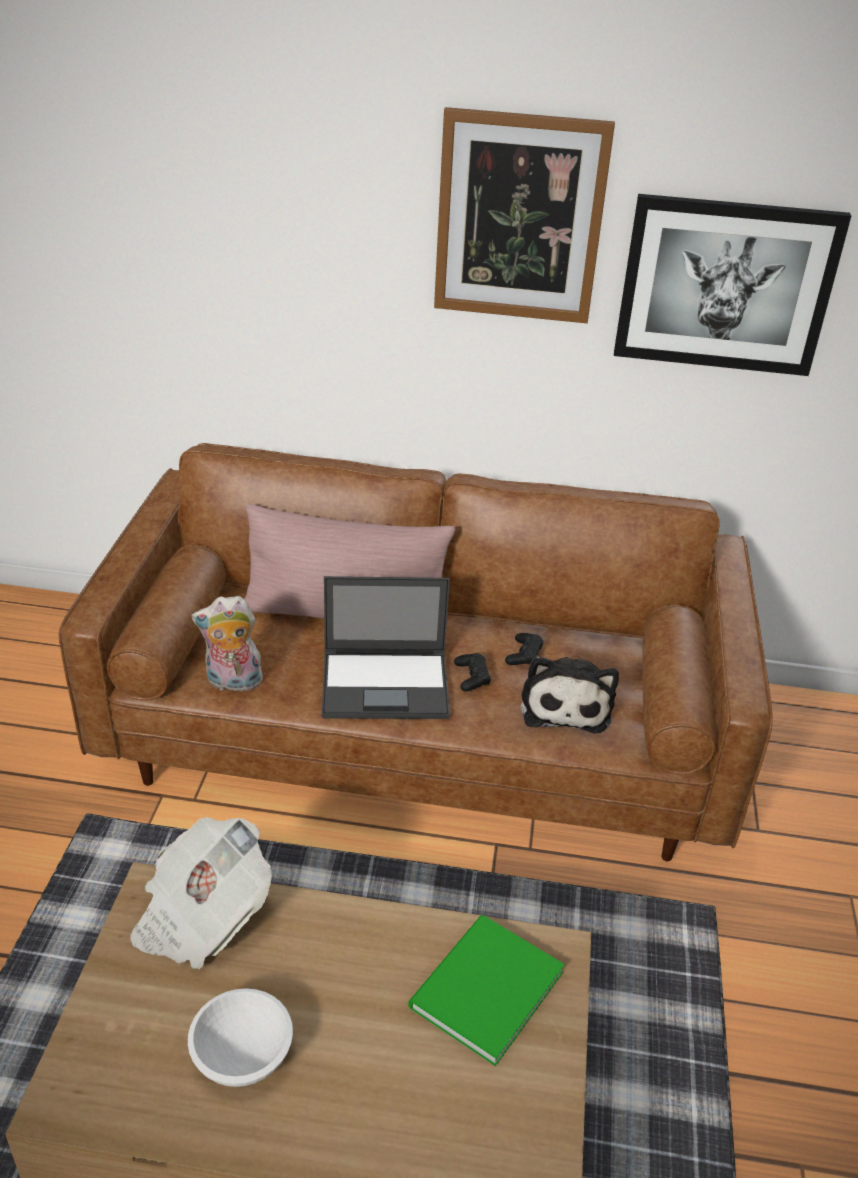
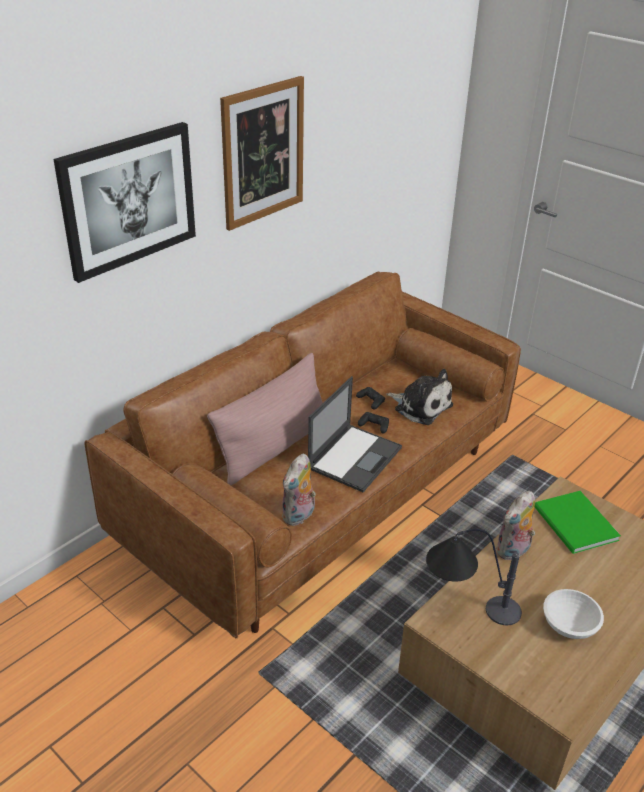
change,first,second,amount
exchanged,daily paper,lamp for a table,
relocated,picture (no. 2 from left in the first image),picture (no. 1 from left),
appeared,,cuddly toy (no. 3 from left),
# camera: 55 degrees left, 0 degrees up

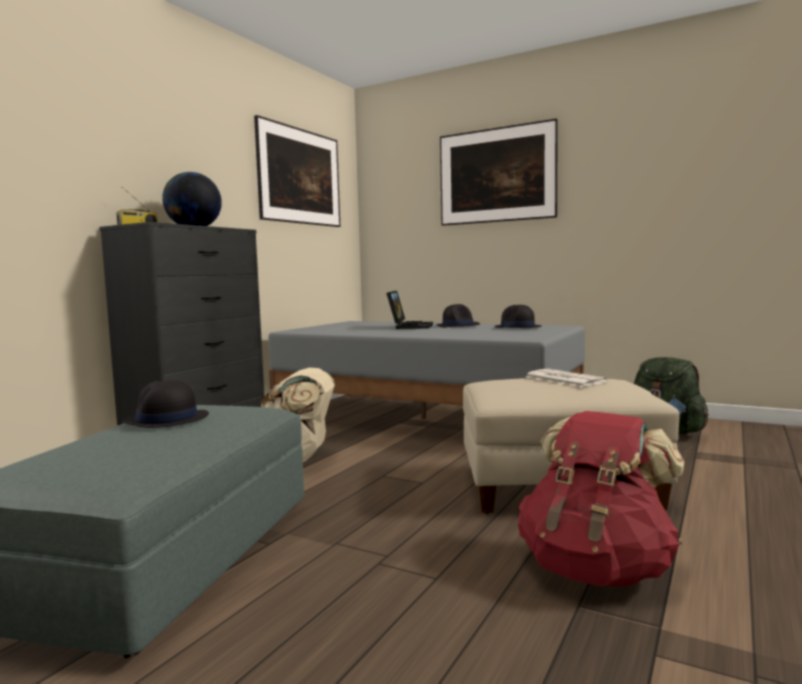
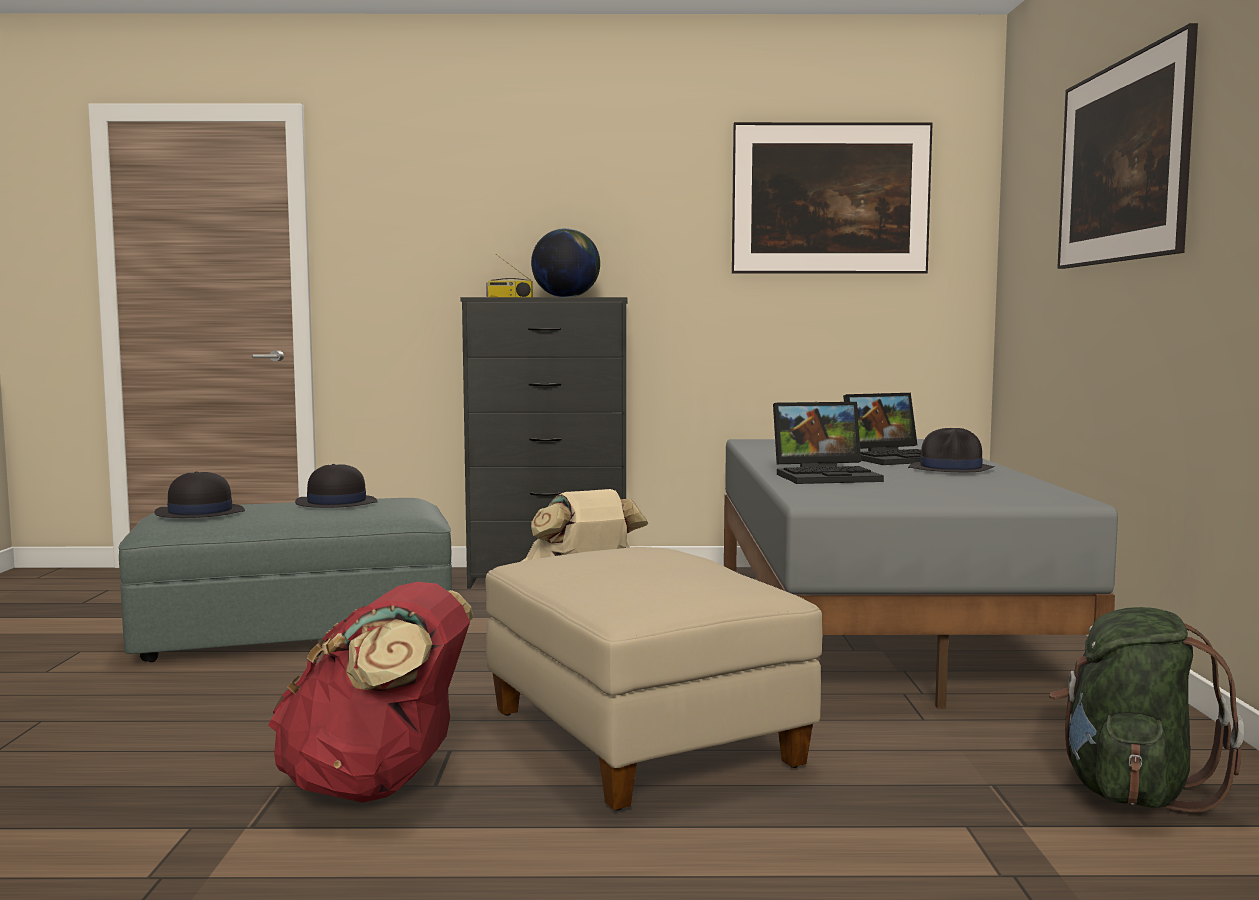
change,first,second,amount
relocated,blackish clothing hat (no. 3 from left in the first image),blackish clothing hat (no. 1 from left),
missing,daily paper,,
appeared,,portable computer (no. 1 from left),
# camera: 60 degrees right, 0 degrees up

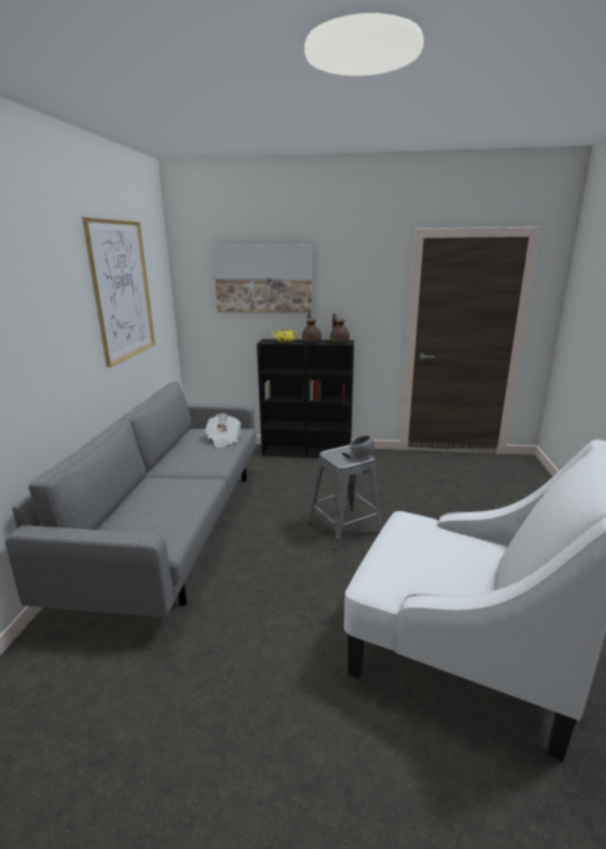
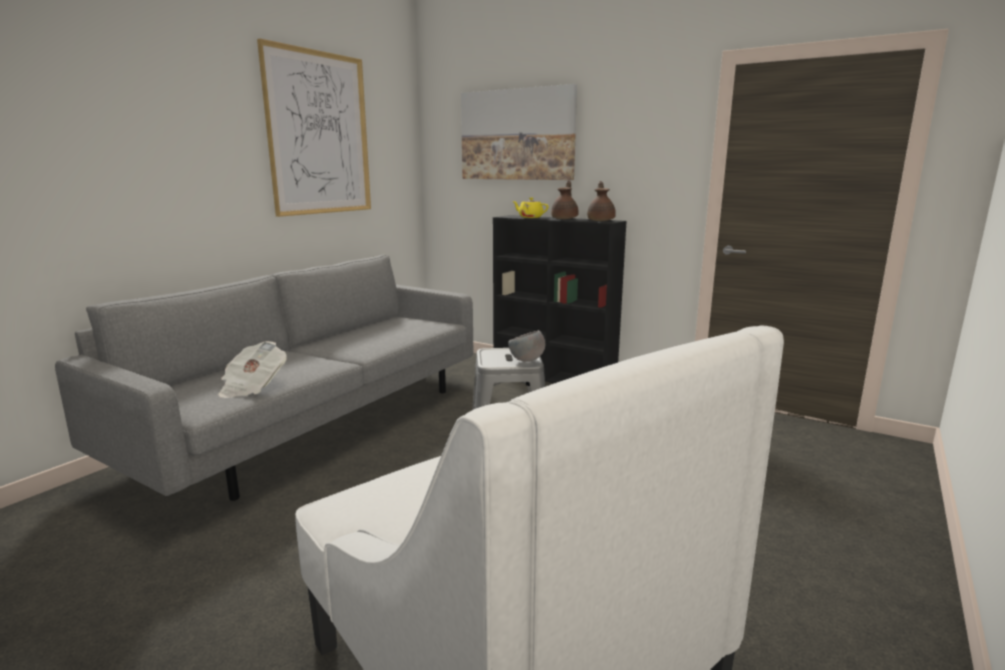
change,first,second,amount
relocated,daily paper,,
# camera: 25 degrees right, 5 degrees down

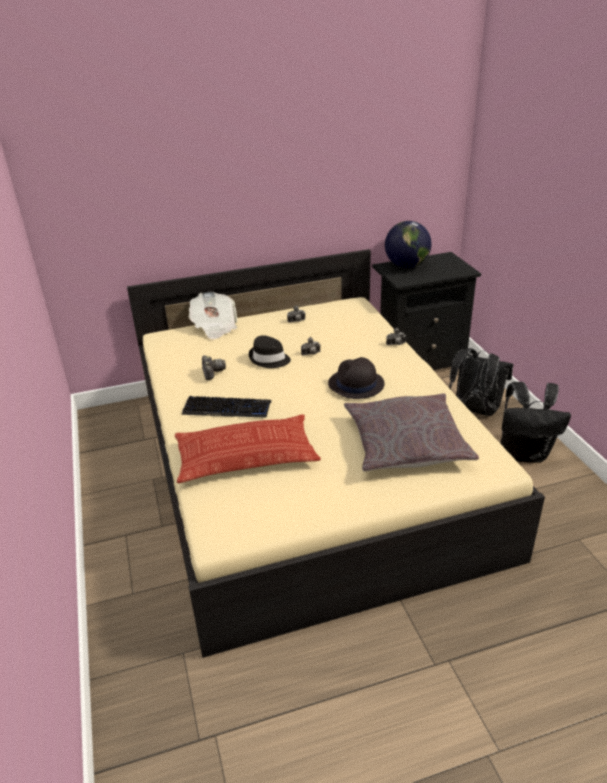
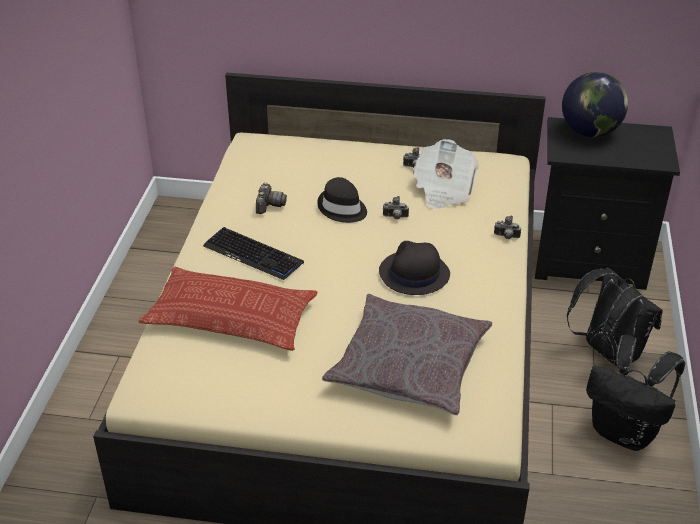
change,first,second,amount
relocated,daily paper,,
# camera: 25 degrees right, 5 degrees up

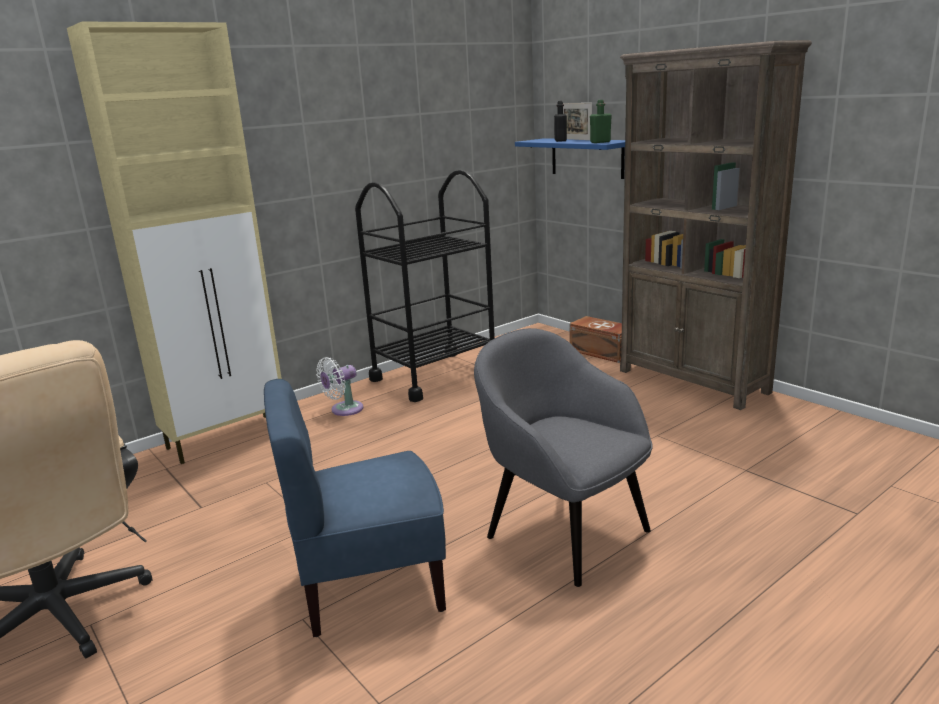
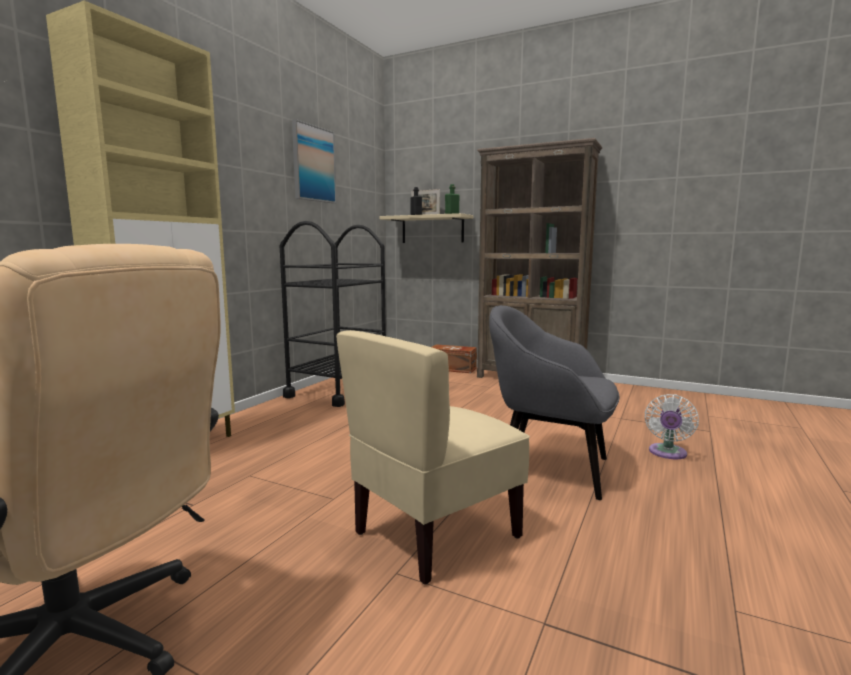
change,first,second,amount
colour,bluish plain chair,beige plain chair,
relocated,white-coloured electric fan,,
colour,bluish wall shelf,beige wall shelf,
appeared,,picture,
# camera: 25 degrees left, 10 degrees down

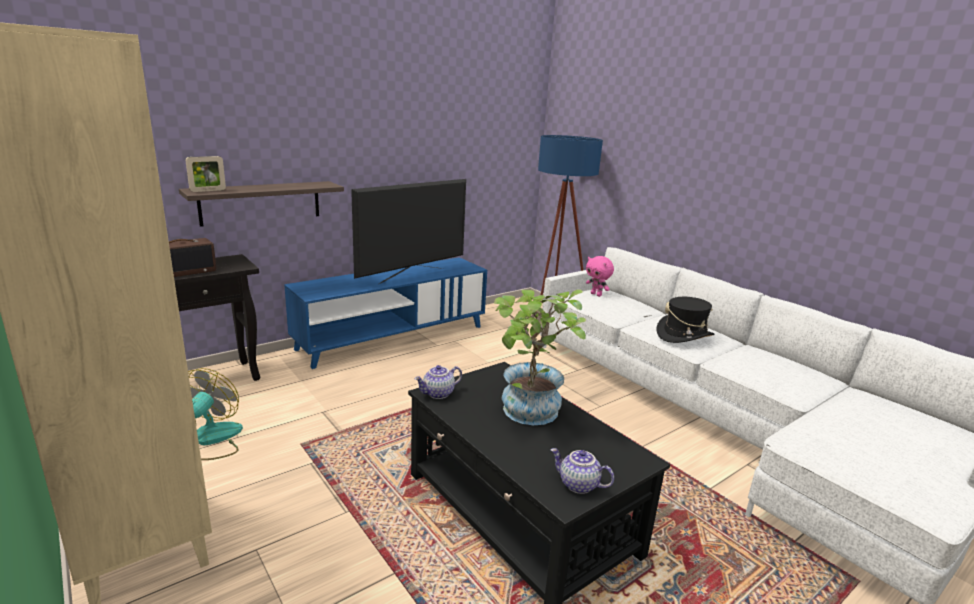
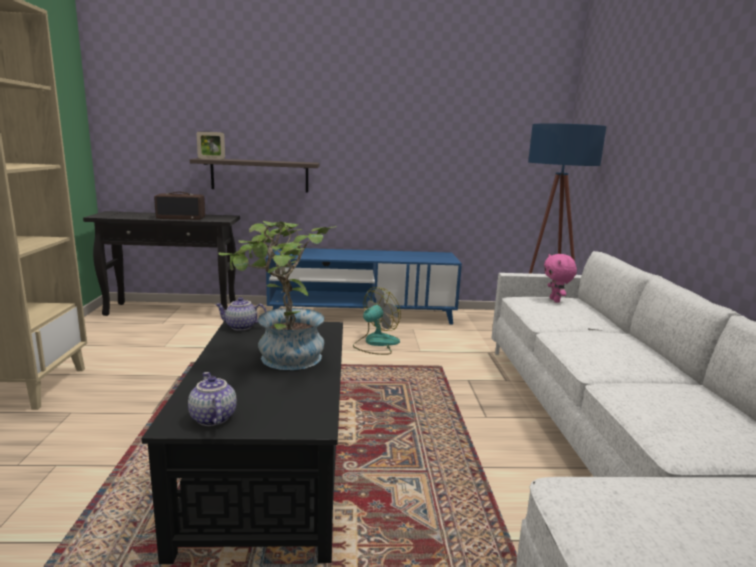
change,first,second,amount
relocated,electric fan,,
missing,TV,,
missing,blackish clothing hat,,
# camera: 35 degrees right, 5 degrees down

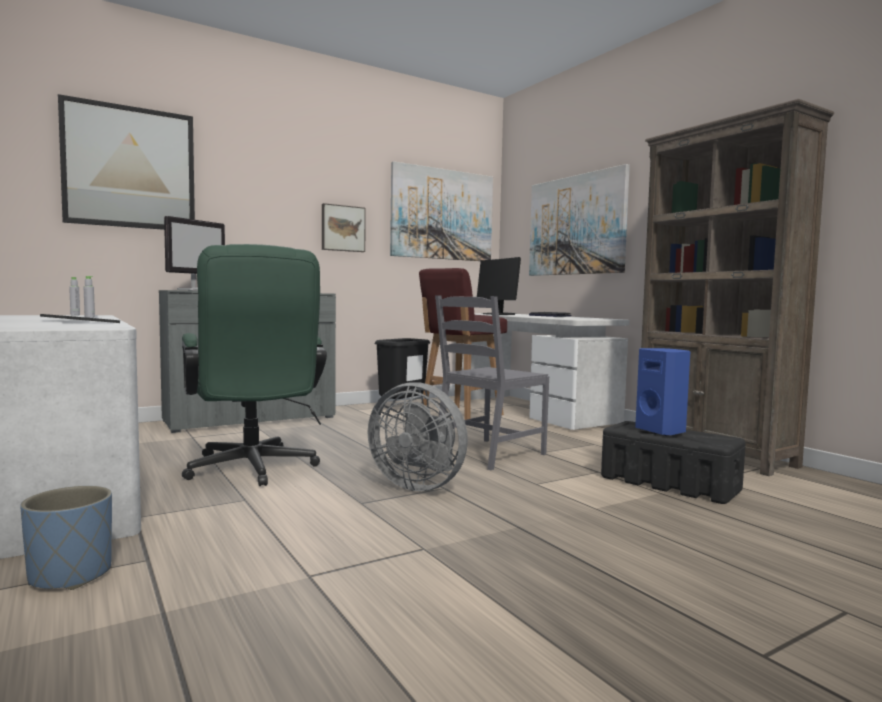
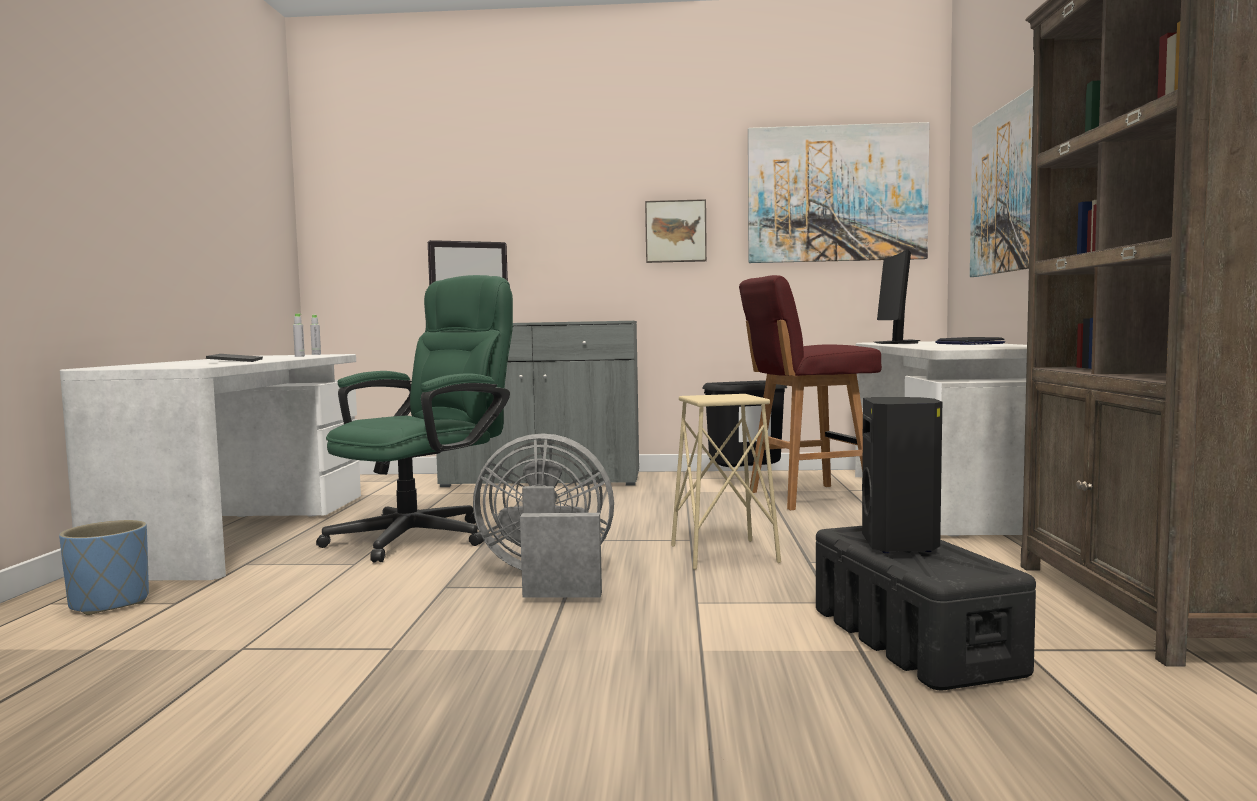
change,first,second,amount
missing,picture (no. 1 from left),,
spun,greenish computer chair,,150 degrees counterclockwise
spun,greyish electric fan,,120 degrees clockwise
exchanged,greyish plain chair,beige stool,
colour,bluish loudspeaker,blackish loudspeaker,
# camera: 35 degrees right, 0 degrees up

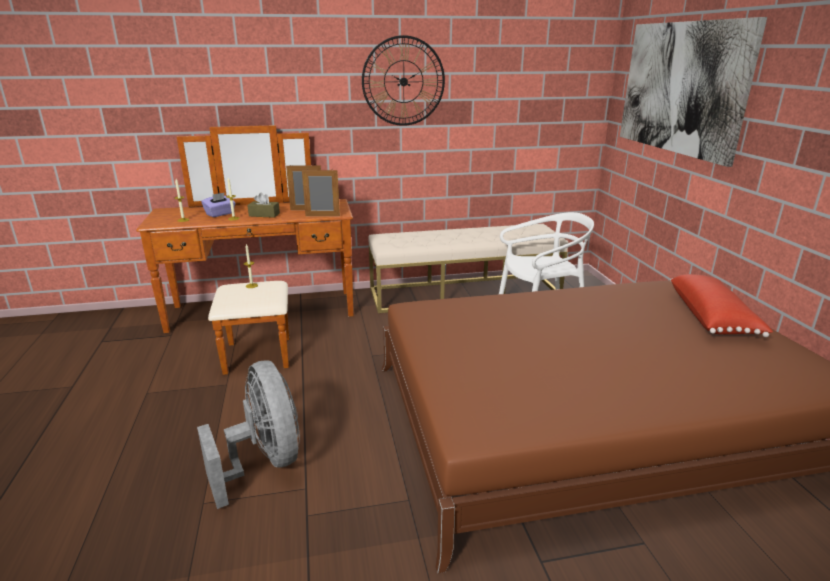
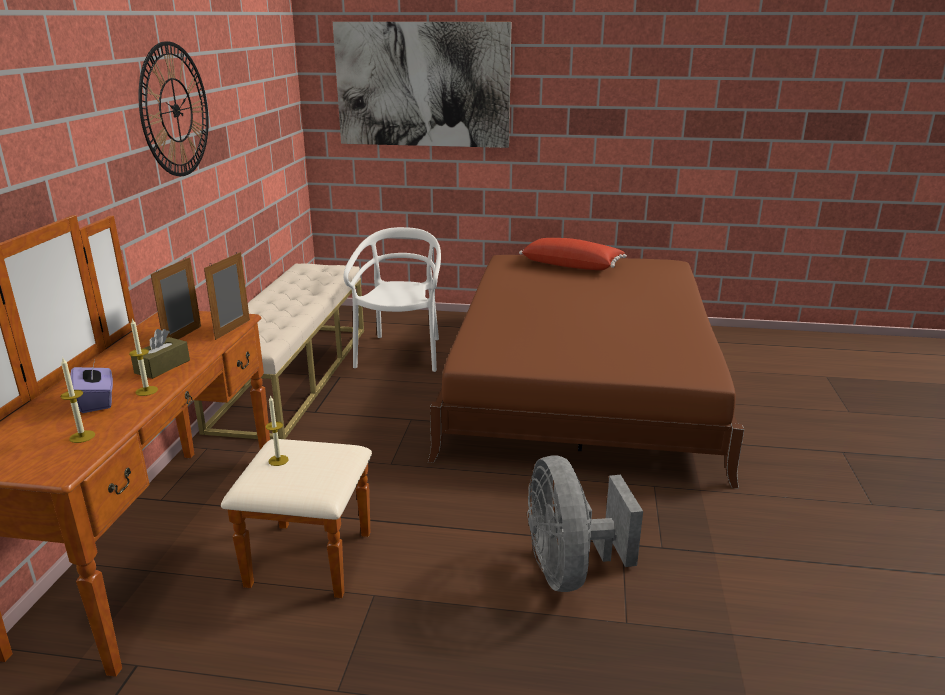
change,first,second,amount
spun,greyish electric fan,,90 degrees counterclockwise
# camera: 70 degrees left, 0 degrees up

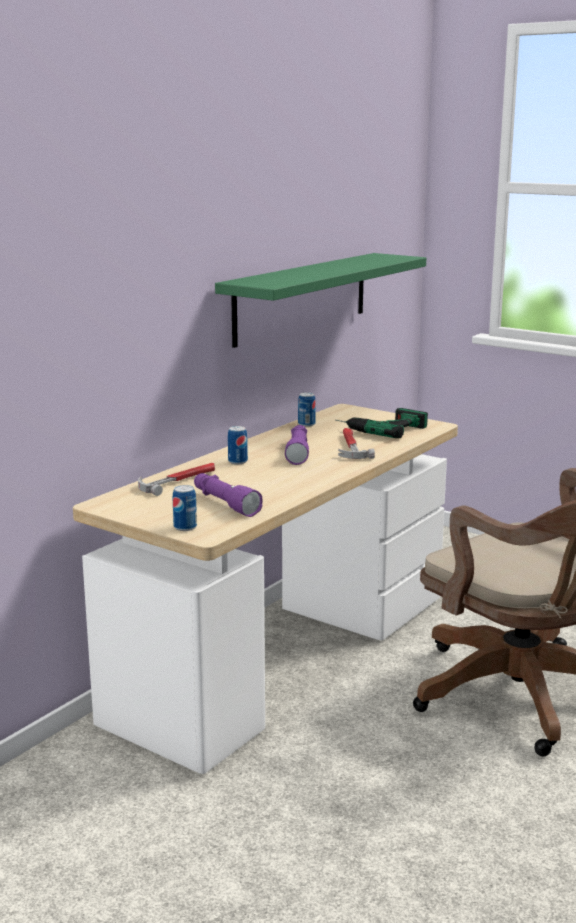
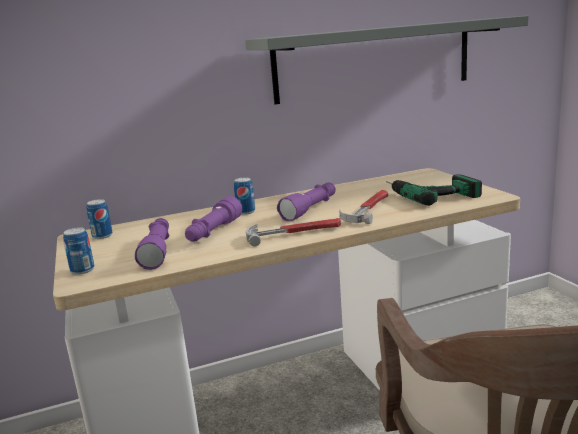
change,first,second,amount
relocated,tool hammer (no. 1 from left),,
colour,greenish wall shelf,greyish wall shelf,
relocated,can (no. 3 from left in the first image),can (no. 2 from left),
appeared,,purple-coloured flashlight (no. 2 from left),
# camera: 35 degrees right, 0 degrees up

